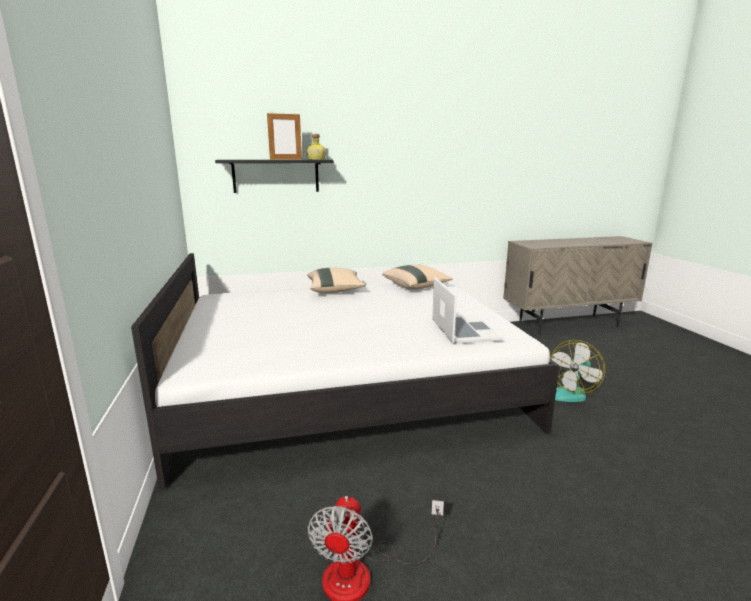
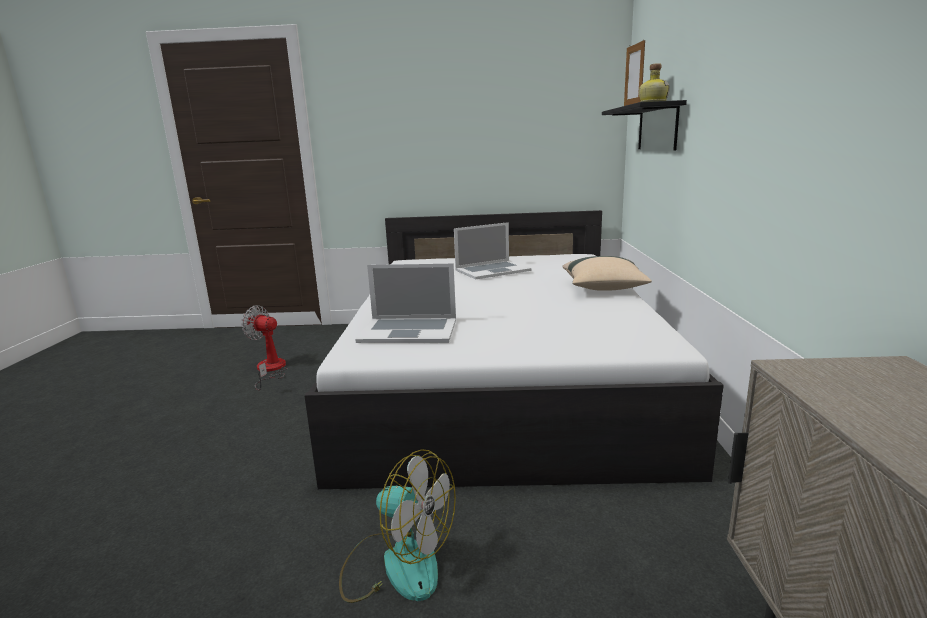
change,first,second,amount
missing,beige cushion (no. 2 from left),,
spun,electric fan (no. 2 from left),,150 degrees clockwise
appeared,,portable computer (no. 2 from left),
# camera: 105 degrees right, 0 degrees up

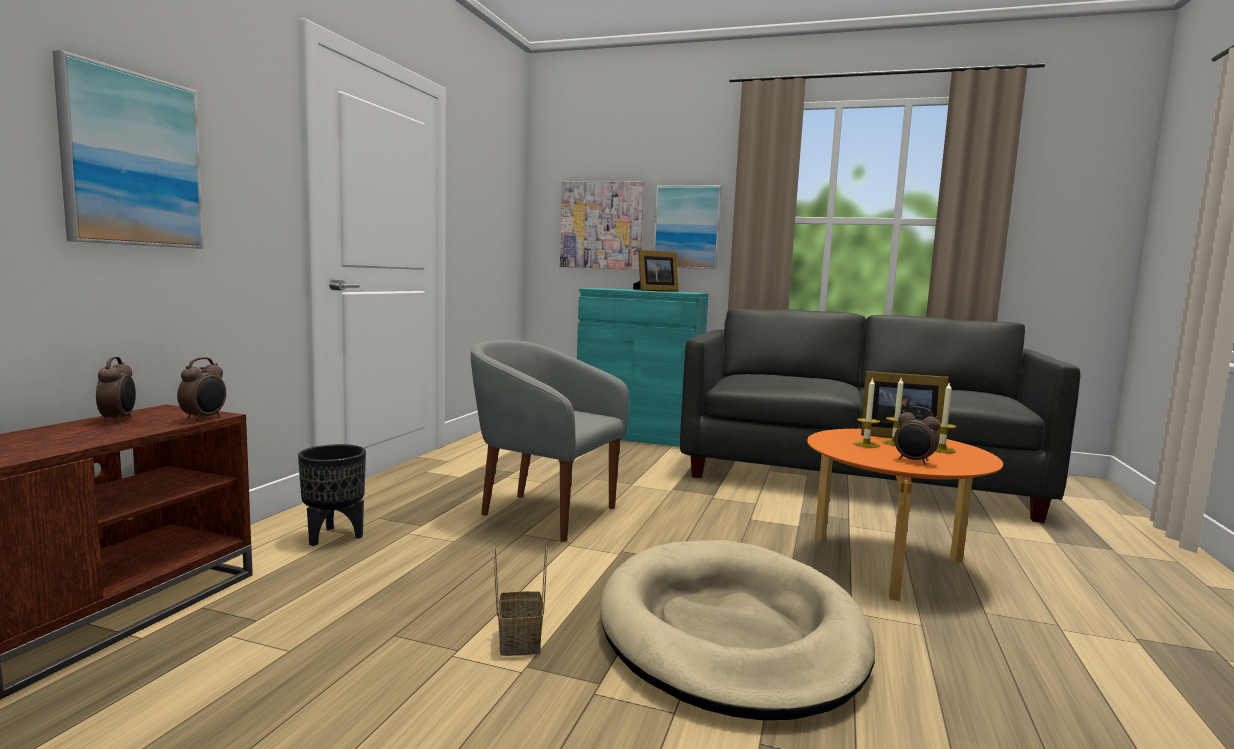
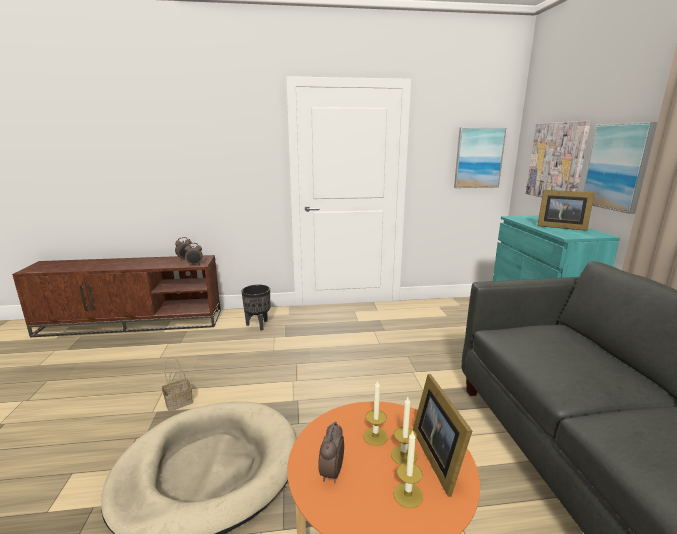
change,first,second,amount
relocated,picture (no. 1 from left),,
missing,greyish armchair,,
# camera: 65 degrees right, 10 degrees up

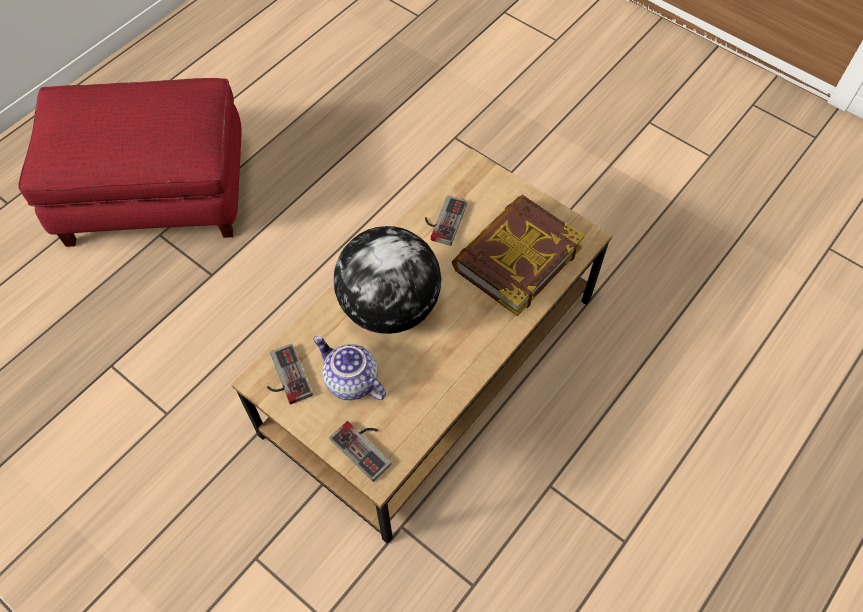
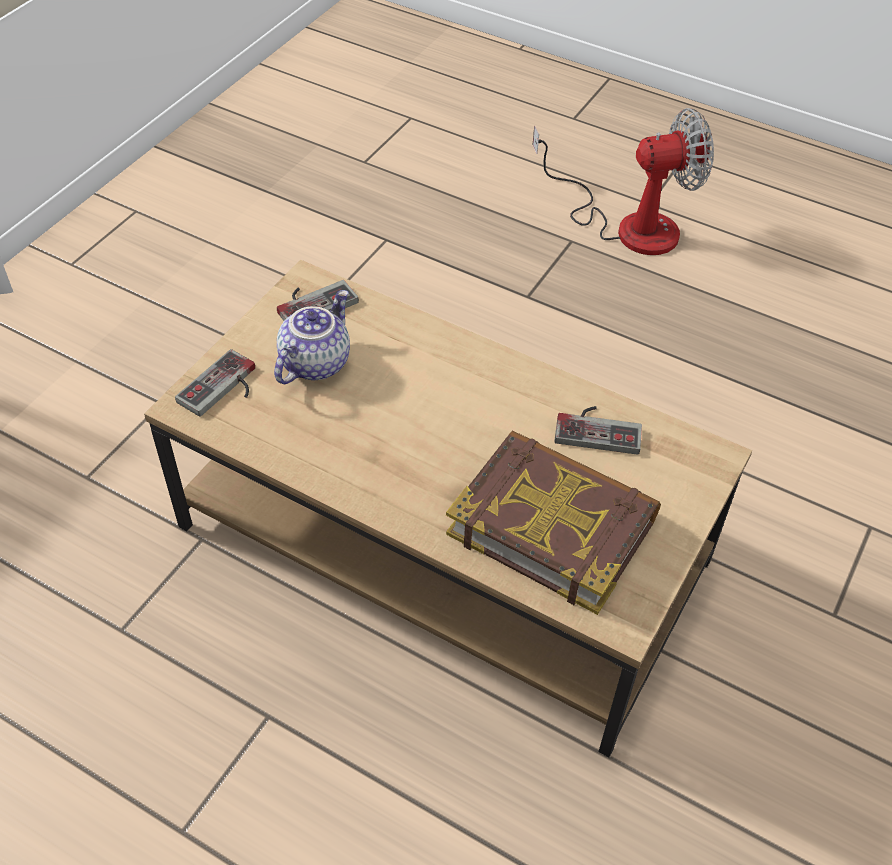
change,first,second,amount
exchanged,red footrest,electric fan,
missing,globe,,
# camera: 80 degrees right, 10 degrees down

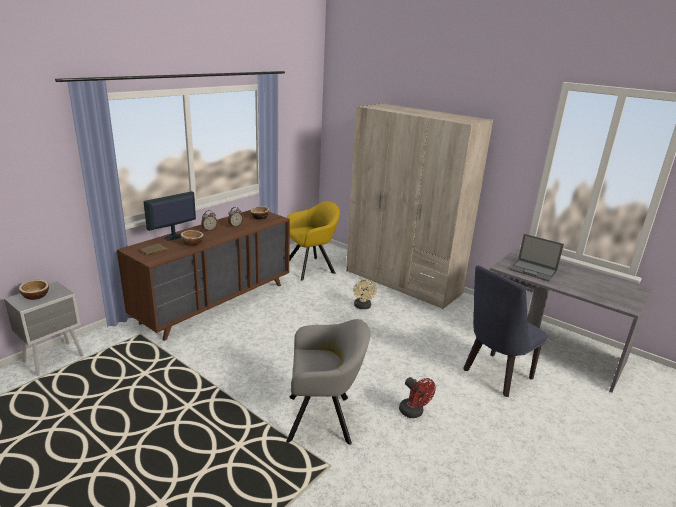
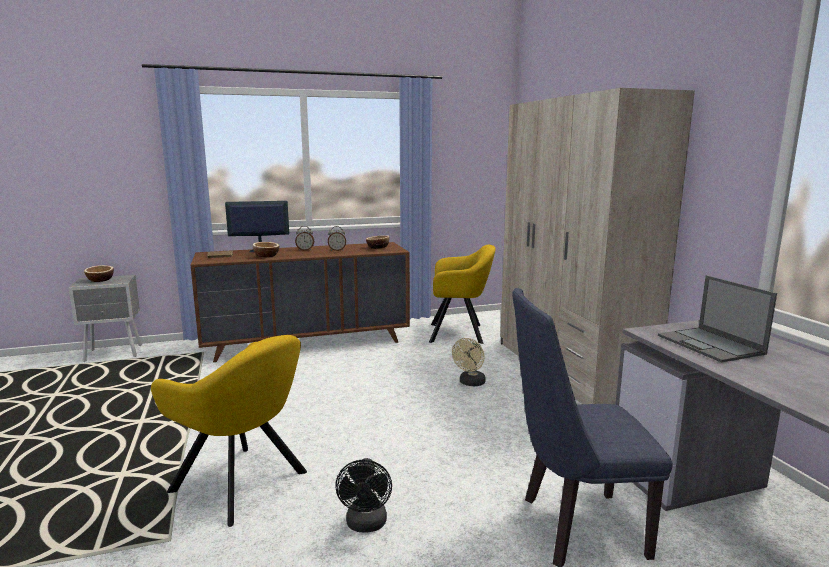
change,first,second,amount
colour,greyish armchair,yellowish armchair (no. 1 from left),
colour,red electric fan,blackish electric fan,
# camera: 35 degrees right, 10 degrees down

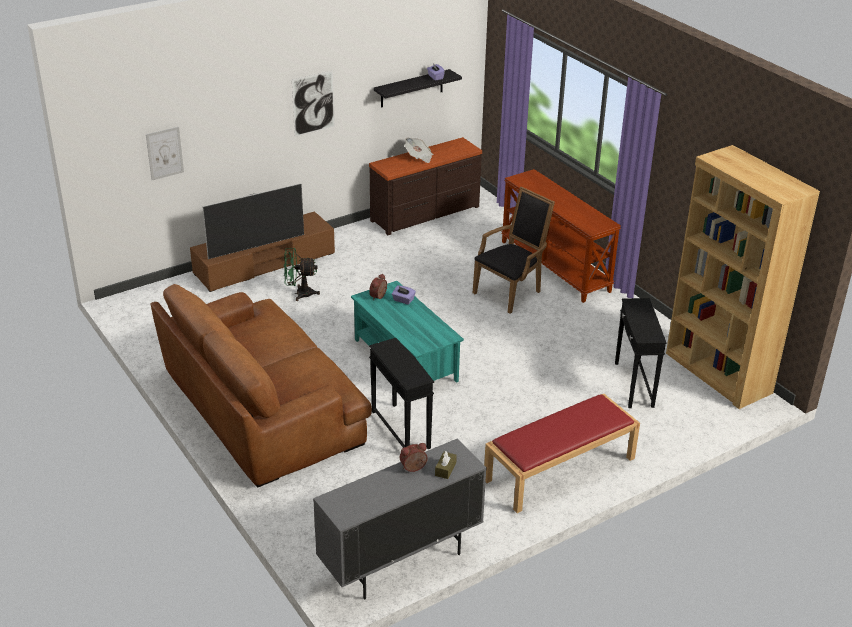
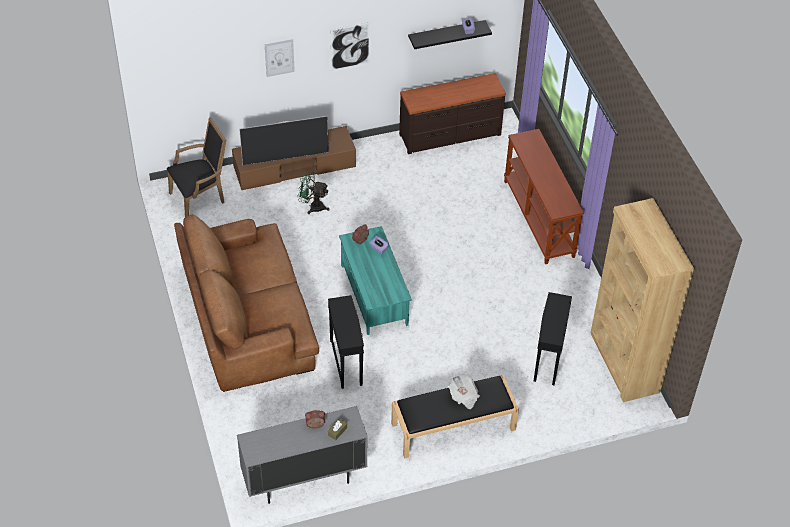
change,first,second,amount
relocated,picture (no. 1 from left),,
relocated,daily paper,,
relocated,blackish armchair,,
colour,red indoor bench,blackish indoor bench,
# camera: 15 degrees right, 15 degrees up

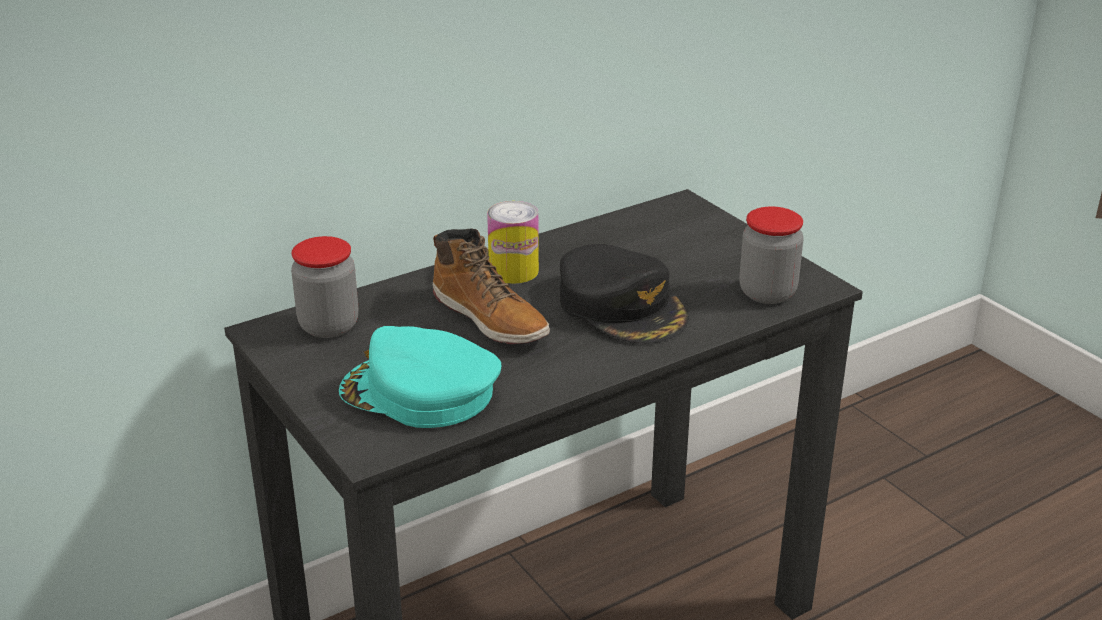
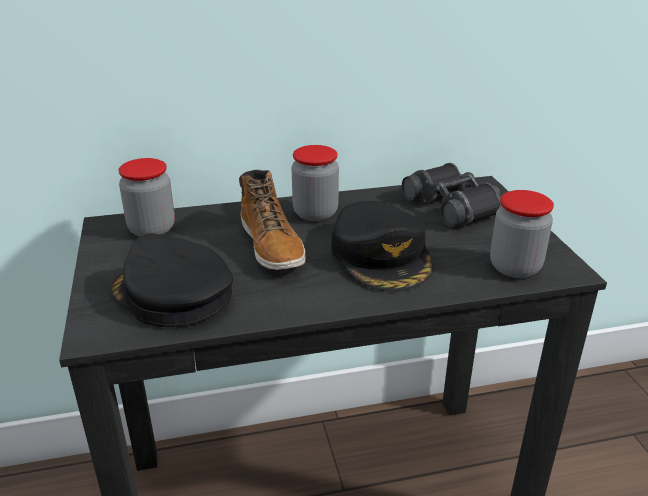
change,first,second,amount
colour,turquoise-coloured peaked cap,blackish peaked cap (no. 1 from left),
exchanged,can,jar (no. 2 from left),
appeared,,blackish binoculars,
# camera: 20 degrees right, 0 degrees up

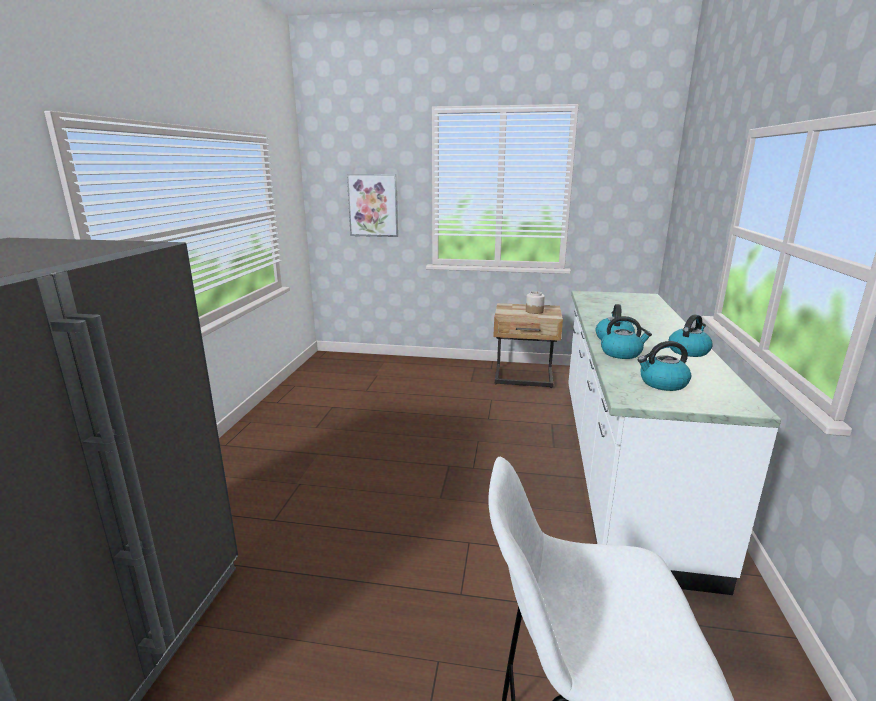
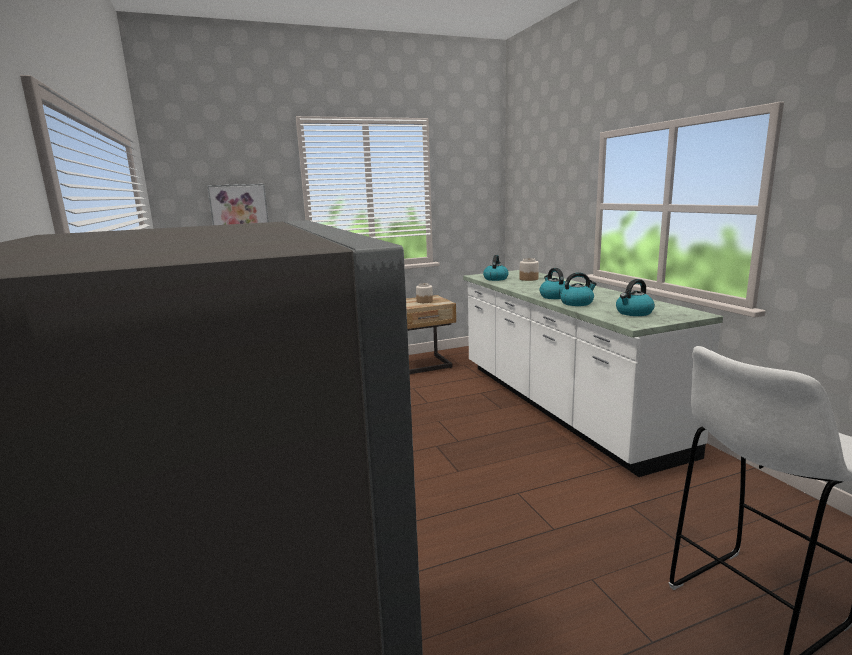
change,first,second,amount
relocated,tea kettle (no. 4 from left in the first image),tea kettle (no. 1 from left),
appeared,,jar (no. 2 from left),
# camera: 30 degrees left, 5 degrees down

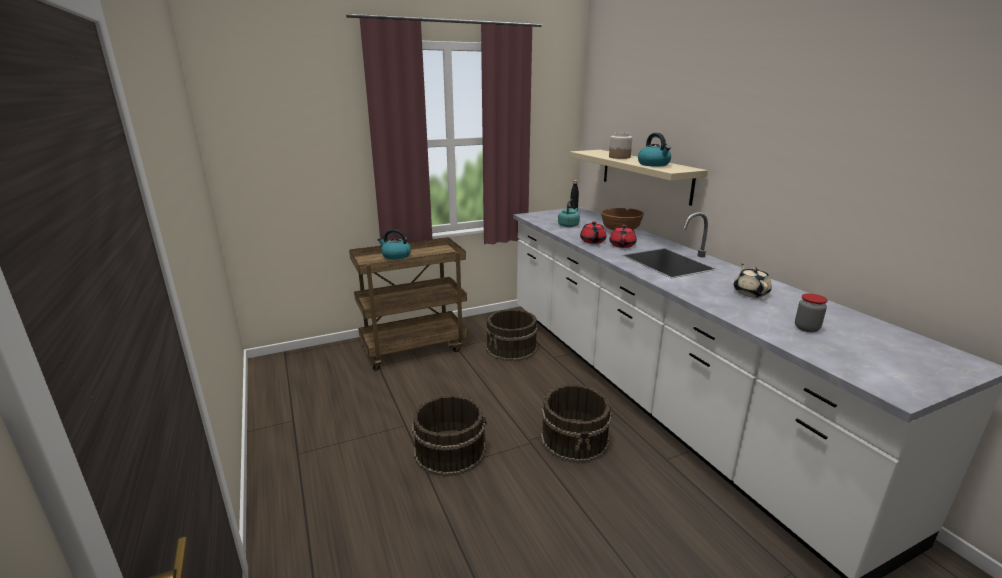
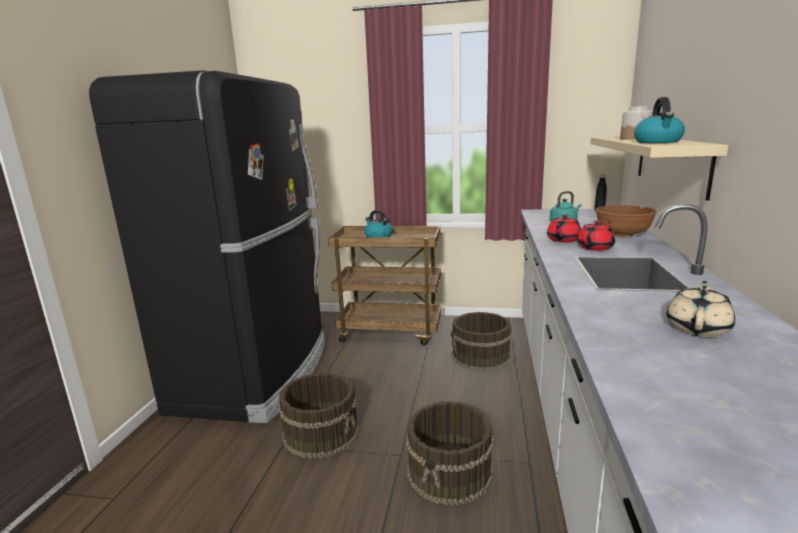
change,first,second,amount
missing,jar (no. 2 from left),,
appeared,,blackish kitchen fridge,
# camera: 35 degrees right, 5 degrees down

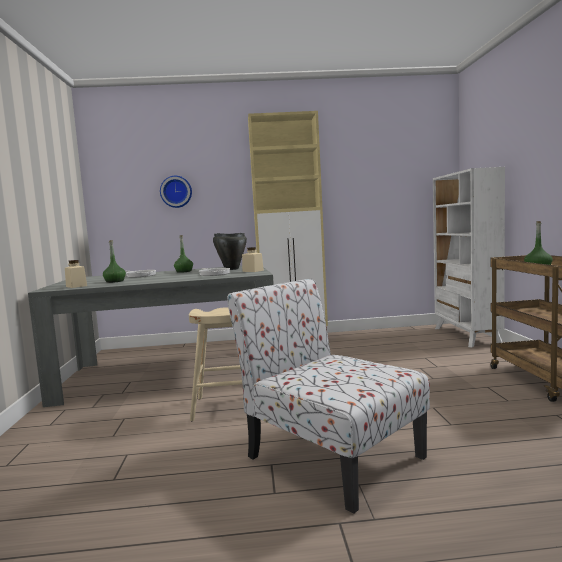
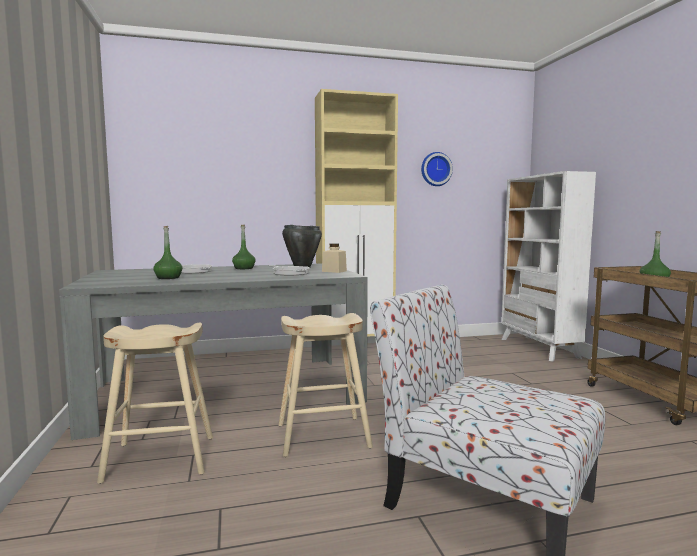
change,first,second,amount
missing,beige jar (no. 1 from left),,
relocated,wall clock,,
appeared,,beige stool (no. 1 from left),
# camera: 10 degrees left, 0 degrees up

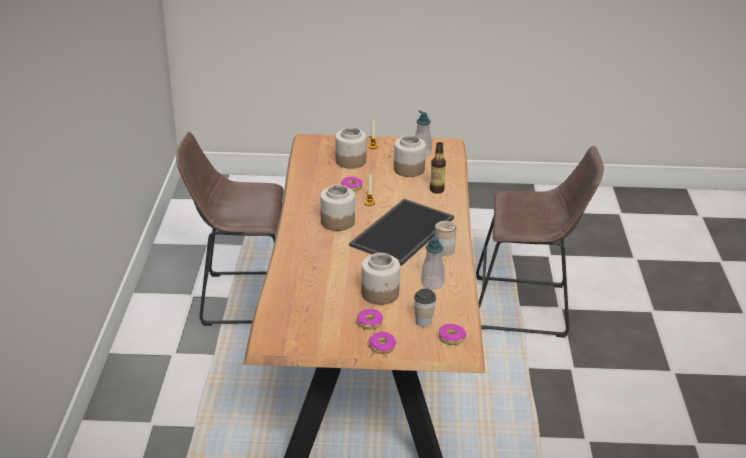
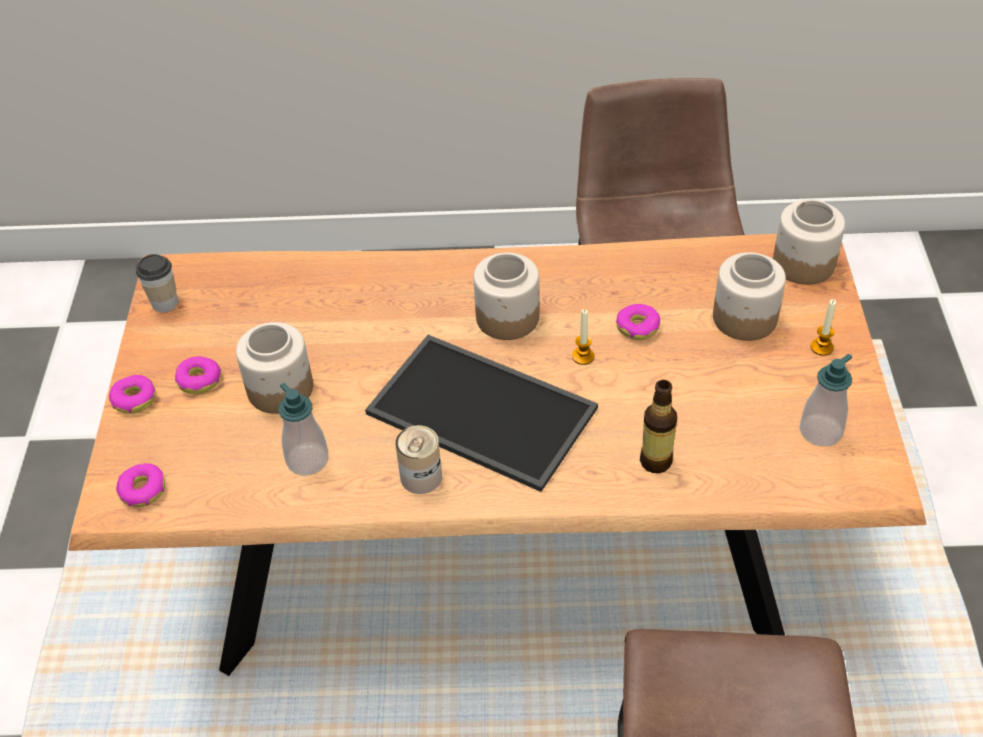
change,first,second,amount
relocated,jar (no. 4 from left),,
relocated,drinking cup,,
# camera: 90 degrees right, 15 degrees up

